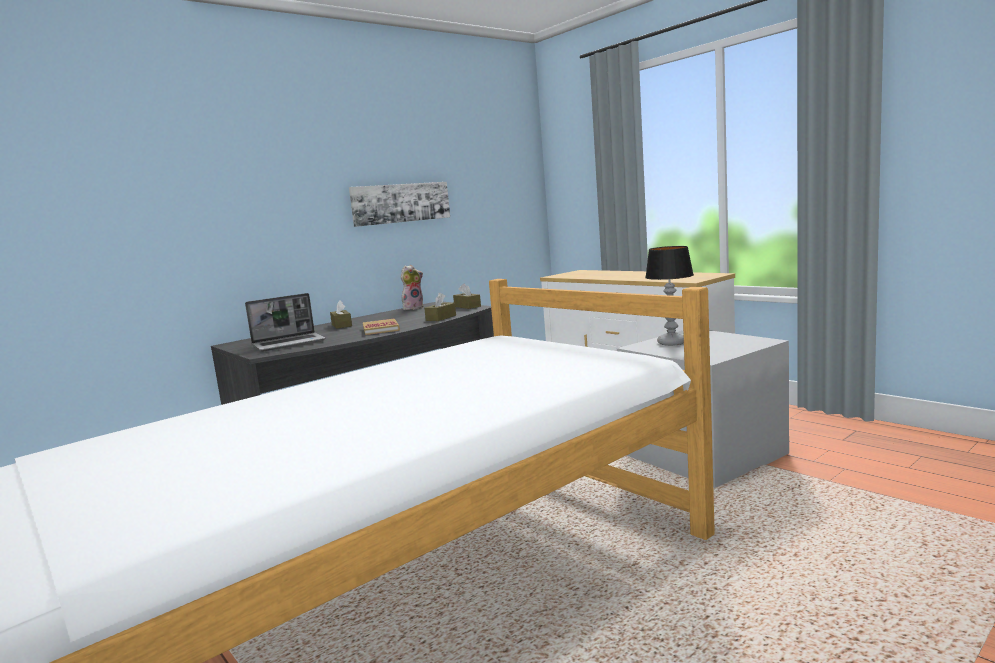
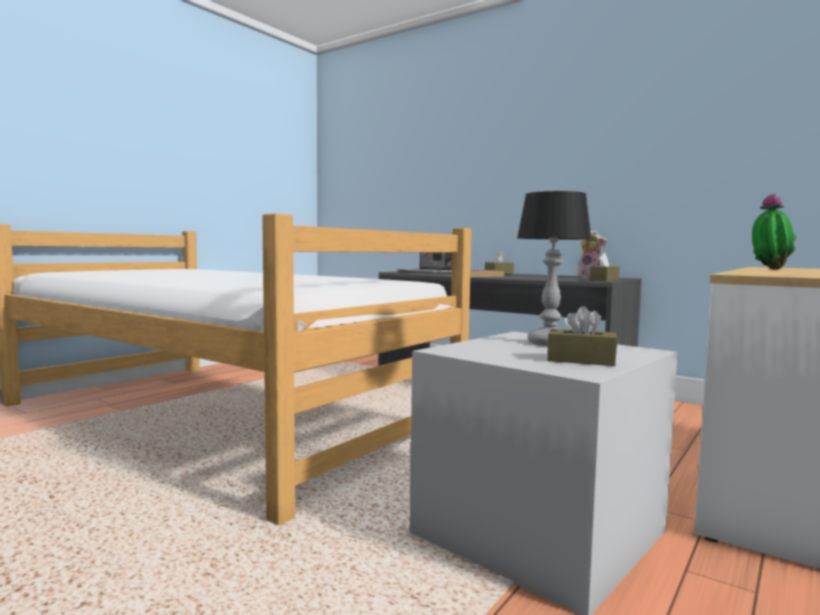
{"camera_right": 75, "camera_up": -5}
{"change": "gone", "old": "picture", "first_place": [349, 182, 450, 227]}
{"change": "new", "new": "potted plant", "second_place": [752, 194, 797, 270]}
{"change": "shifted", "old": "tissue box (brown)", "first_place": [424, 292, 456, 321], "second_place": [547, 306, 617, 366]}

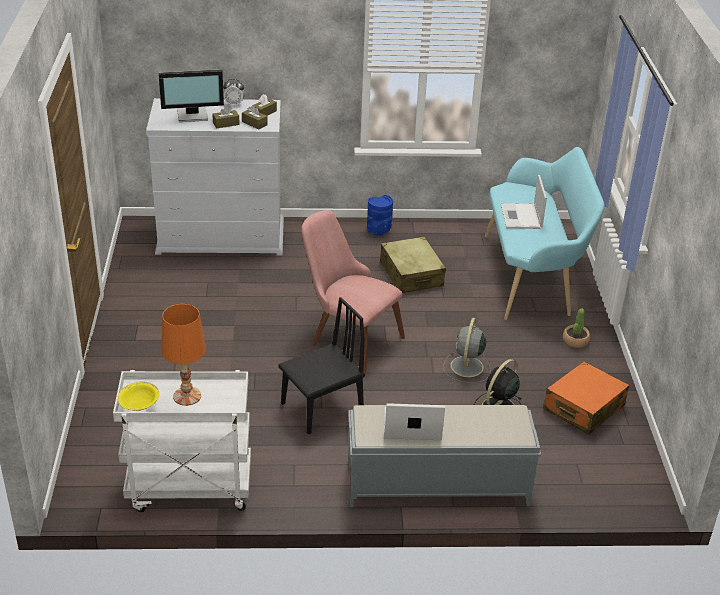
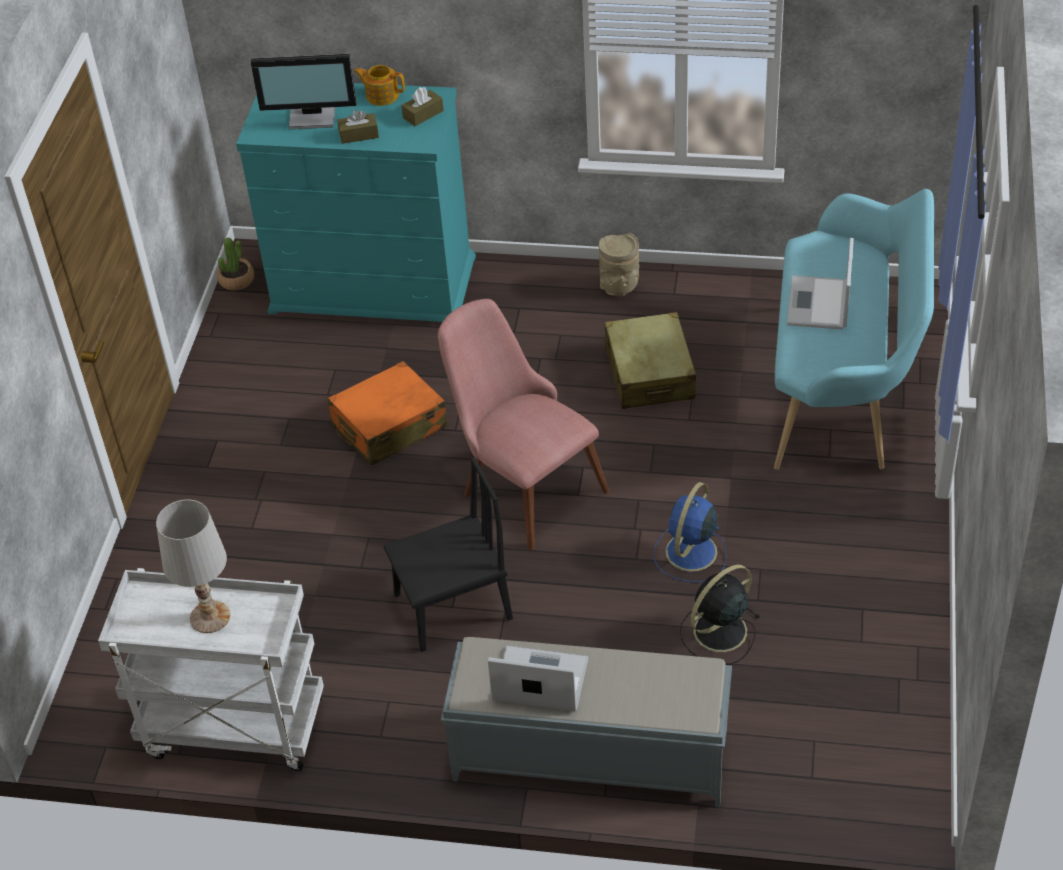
{"camera_right": 15, "camera_up": 10}
{"change": "gone", "old": "bowl (yellow)", "first_place": [118, 382, 159, 411]}
{"change": "gone", "old": "tissue box (brown)", "first_place": [242, 105, 268, 130]}
{"change": "shifted", "old": "suitcase (orange)", "first_place": [543, 361, 629, 434], "second_place": [327, 361, 448, 466]}
{"change": "shifted", "old": "potted plant", "first_place": [563, 308, 590, 348], "second_place": [217, 238, 254, 291]}
{"change": "swapped", "old": "alarm clock", "new": "teapot", "first_place": [223, 79, 245, 107], "second_place": [354, 65, 405, 106]}
{"change": "repainted", "old": "dresser (white)", "new": "dresser (turquoise)", "first_place": [146, 98, 284, 255], "second_place": [236, 83, 476, 322]}
{"change": "repainted", "old": "table lamp (orange)", "new": "table lamp (white)", "first_place": [161, 304, 206, 406], "second_place": [156, 499, 230, 633]}
{"change": "repainted", "old": "vase (blue)", "new": "vase (beige)", "first_place": [367, 195, 393, 236], "second_place": [599, 233, 639, 297]}
{"change": "repainted", "old": "fan (grey)", "new": "fan (blue)", "first_place": [443, 318, 491, 383], "second_place": [653, 482, 727, 583]}

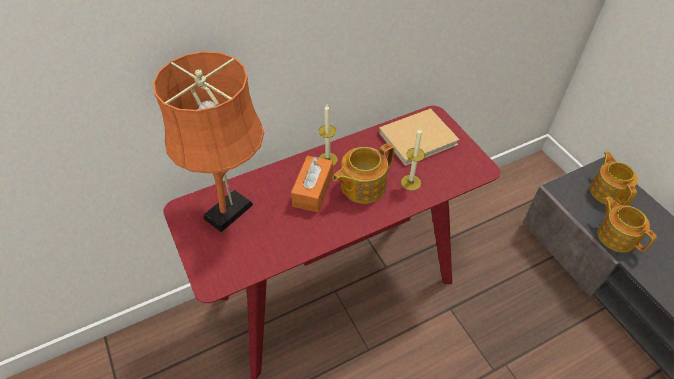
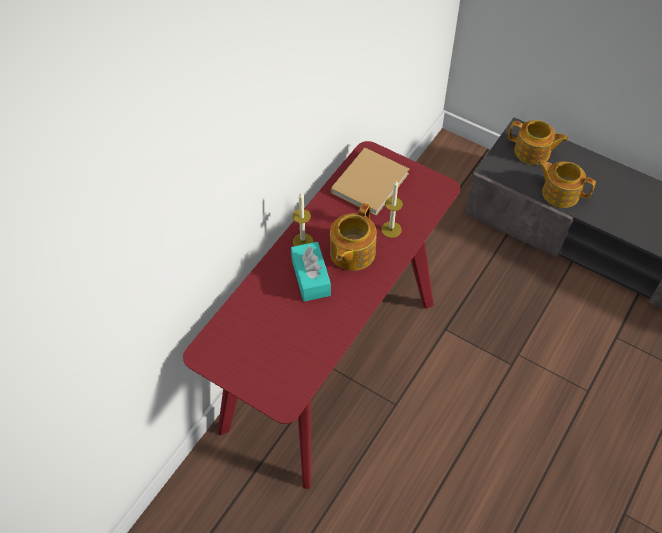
{"camera_right": -30, "camera_up": 5}
{"change": "gone", "old": "table lamp (orange)", "first_place": [153, 51, 264, 233]}
{"change": "repainted", "old": "tissue box (orange)", "new": "tissue box (turquoise)", "first_place": [291, 155, 333, 212], "second_place": [291, 242, 331, 302]}
{"change": "rotated", "old": "teapot", "first_place": [590, 152, 638, 205], "second_place": [508, 120, 568, 165], "degrees": 150}

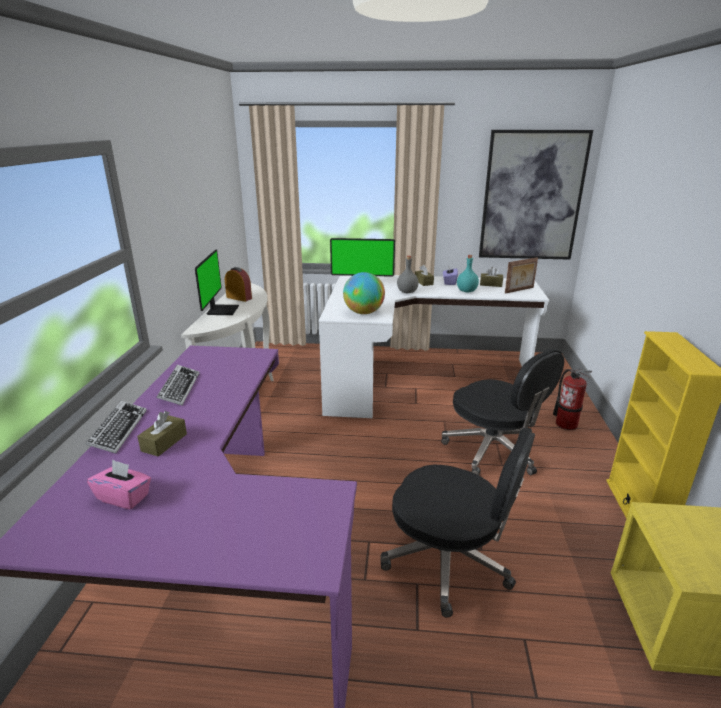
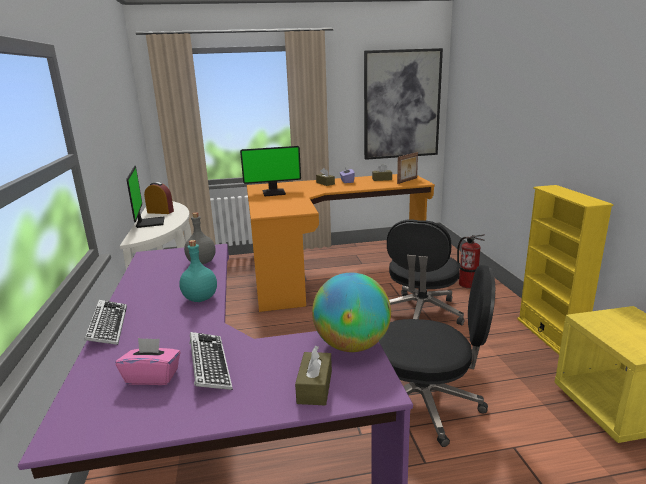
{"camera_right": -15, "camera_up": -5}
{"change": "shifted", "old": "tissue box (brown)", "first_place": [137, 411, 187, 456], "second_place": [295, 346, 332, 406]}
{"change": "shifted", "old": "keyboard", "first_place": [157, 365, 199, 405], "second_place": [189, 332, 233, 390]}
{"change": "shifted", "old": "globe", "first_place": [343, 272, 385, 314], "second_place": [312, 272, 391, 352]}
{"change": "shifted", "old": "bottle (grey)", "first_place": [397, 256, 419, 293], "second_place": [184, 212, 216, 264]}
{"change": "shifted", "old": "bottle (turquoise)", "first_place": [457, 255, 479, 292], "second_place": [179, 240, 217, 302]}
{"change": "repainted", "old": "desk (white)", "new": "desk (orange)", "first_place": [319, 275, 549, 418], "second_place": [247, 174, 435, 312]}
{"change": "rotated", "old": "office chair (black)", "first_place": [441, 349, 564, 475], "second_place": [387, 219, 464, 325], "degrees": 75}

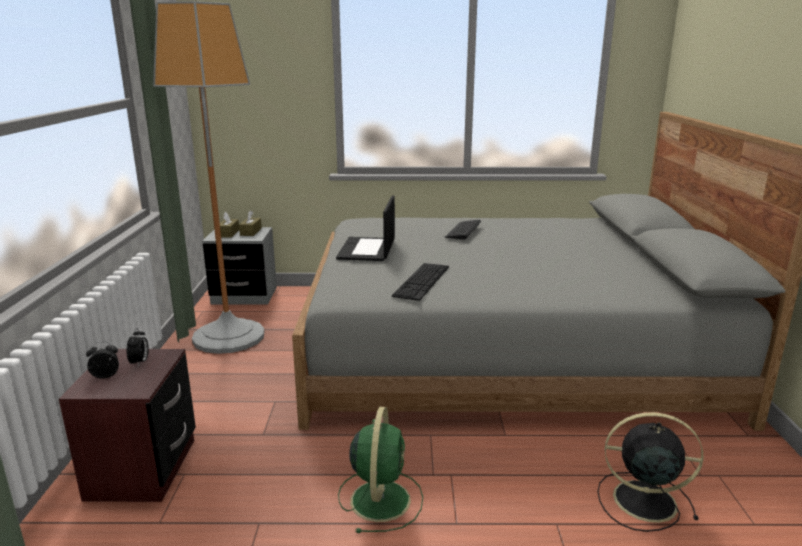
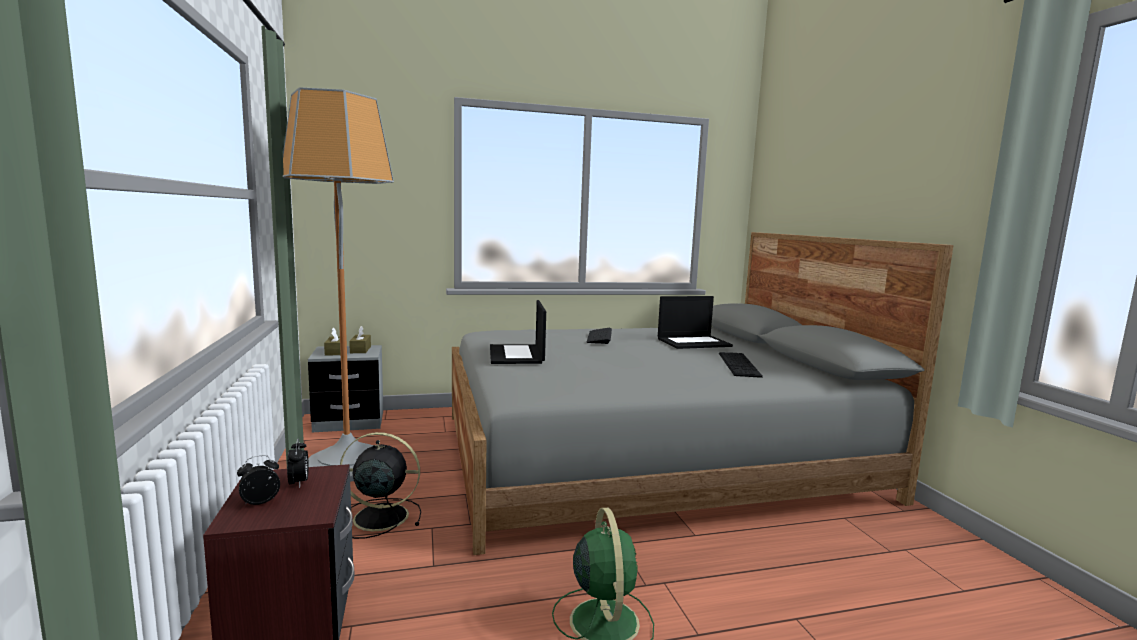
{"camera_right": -15, "camera_up": -10}
{"change": "new", "new": "laptop", "second_place": [658, 296, 733, 349]}
{"change": "shifted", "old": "keyboard", "first_place": [392, 263, 449, 301], "second_place": [719, 352, 763, 378]}
{"change": "shifted", "old": "fan (black)", "first_place": [597, 412, 703, 532], "second_place": [340, 432, 421, 539]}

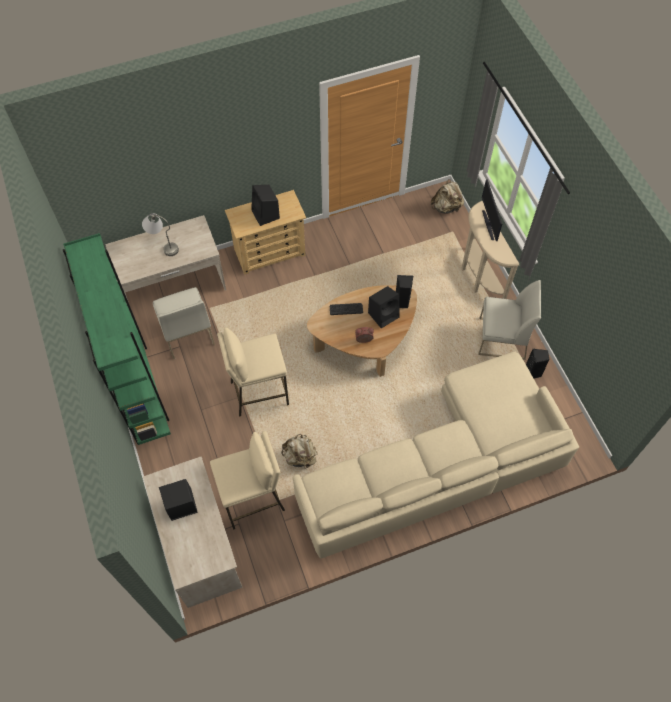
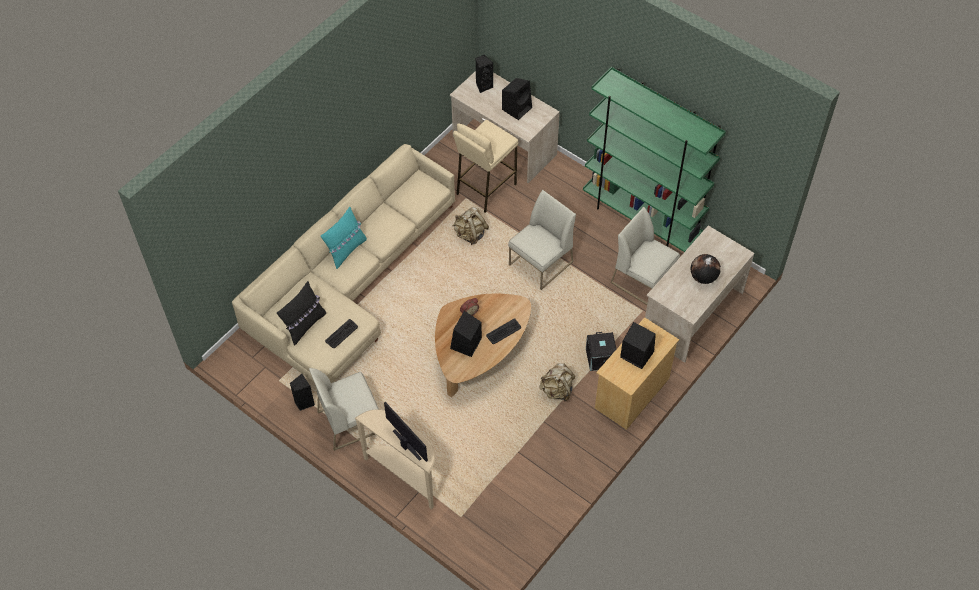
{"camera_right": 150, "camera_up": -5}
{"change": "new", "new": "pillow (black)", "second_place": [277, 281, 326, 346]}
{"change": "new", "new": "pillow (turquoise)", "second_place": [321, 207, 367, 269]}
{"change": "new", "new": "keyboard", "second_place": [325, 319, 358, 348]}
{"change": "new", "new": "storage box (black)", "second_place": [586, 332, 616, 371]}
{"change": "shifted", "old": "speaker (black)", "first_place": [396, 275, 413, 308], "second_place": [476, 55, 494, 93]}
{"change": "shifted", "old": "backpack (beige)", "first_place": [431, 179, 464, 214], "second_place": [539, 363, 575, 401]}
{"change": "swapped", "old": "table lamp (grey)", "new": "globe", "first_place": [142, 213, 179, 256], "second_place": [691, 254, 721, 284]}
{"change": "swapped", "old": "stool (beige)", "new": "chair (white)", "first_place": [217, 327, 289, 417], "second_place": [508, 190, 576, 290]}

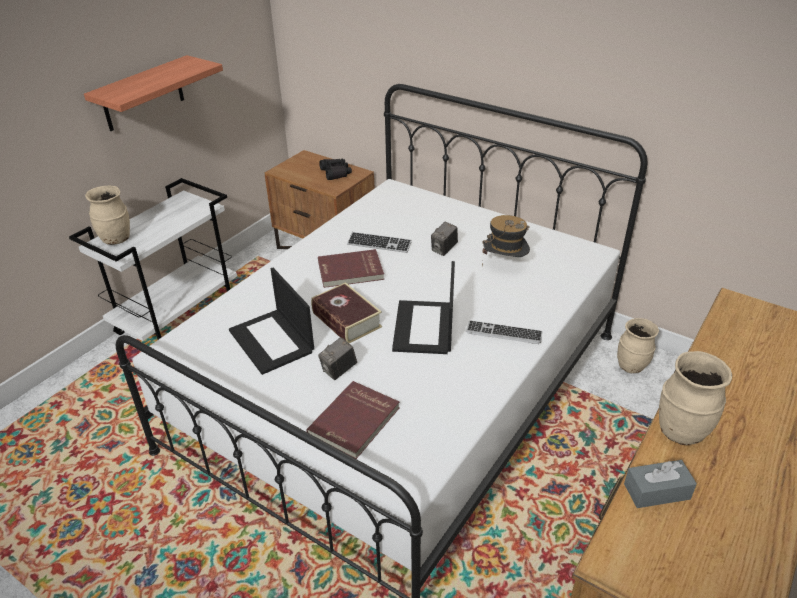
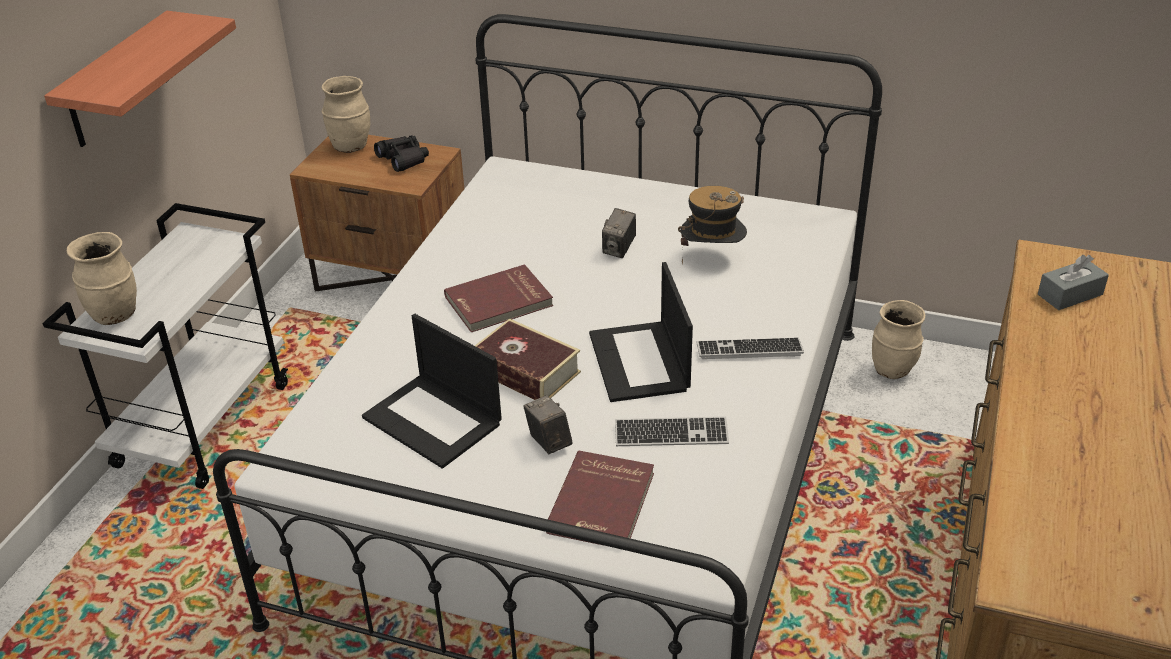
{"camera_right": -15, "camera_up": 0}
{"change": "shifted", "old": "keyboard", "first_place": [347, 232, 412, 253], "second_place": [615, 417, 729, 446]}
{"change": "shifted", "old": "tissue box (grey)", "first_place": [624, 460, 697, 508], "second_place": [1038, 255, 1109, 310]}
{"change": "shifted", "old": "vase (beige)", "first_place": [659, 351, 732, 445], "second_place": [321, 76, 370, 153]}
{"change": "rotated", "old": "photo camera", "first_place": [318, 337, 357, 380], "second_place": [524, 395, 573, 454], "degrees": 120}

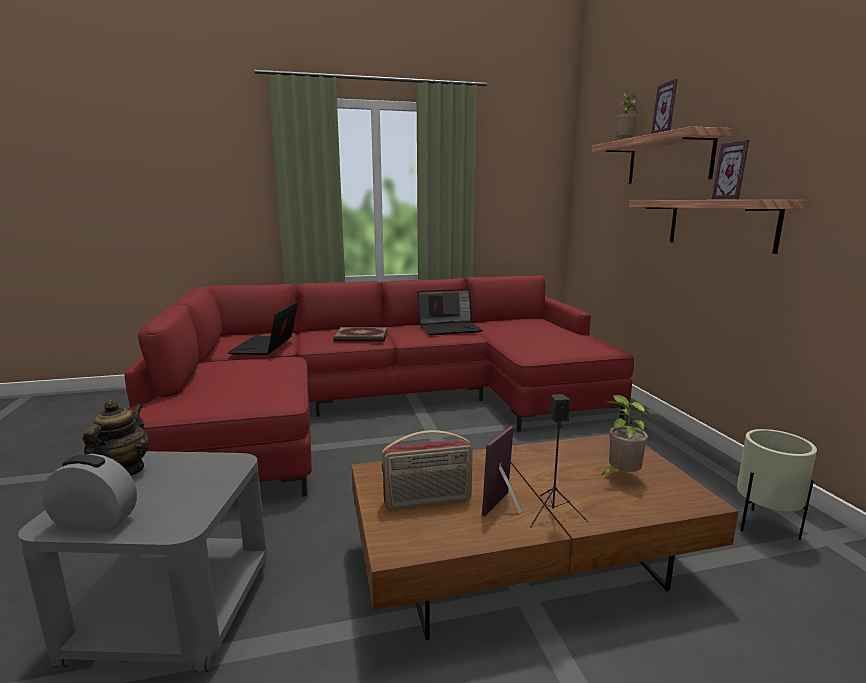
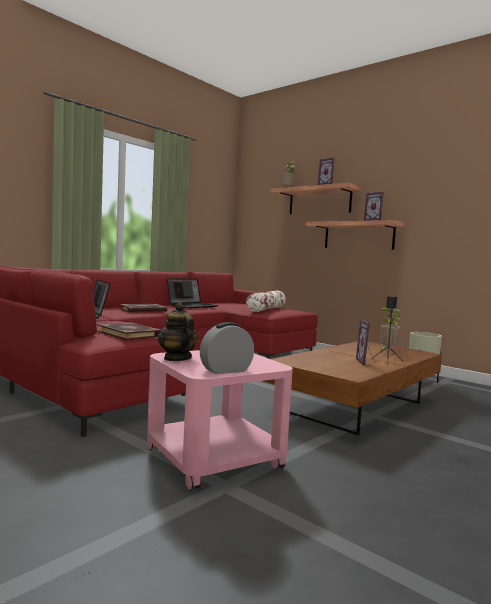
{"camera_right": -35, "camera_up": -10}
{"change": "gone", "old": "radio", "first_place": [381, 430, 473, 509]}
{"change": "new", "new": "book", "second_place": [97, 322, 161, 340]}
{"change": "new", "new": "pillow", "second_place": [246, 290, 286, 312]}
{"change": "repainted", "old": "side table (grey)", "new": "side table (pink)", "first_place": [18, 451, 267, 672], "second_place": [147, 350, 293, 491]}

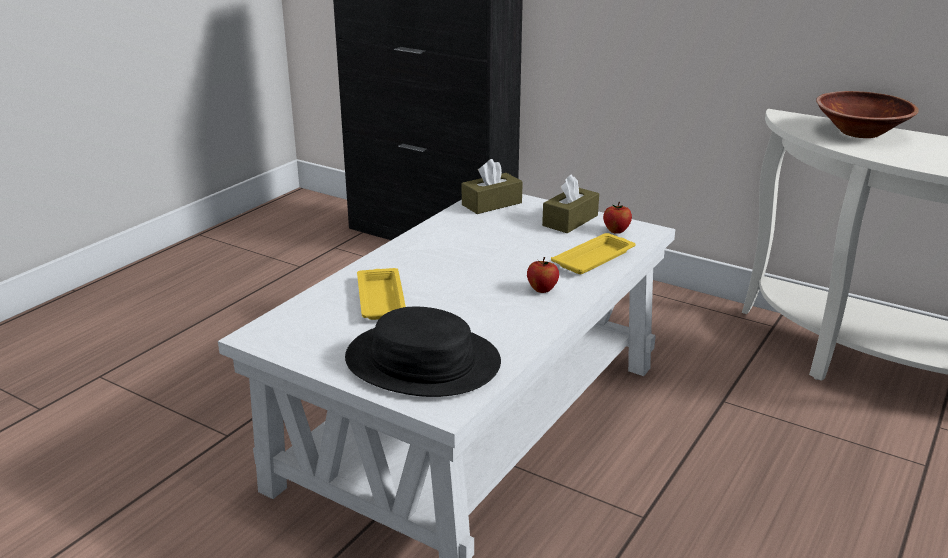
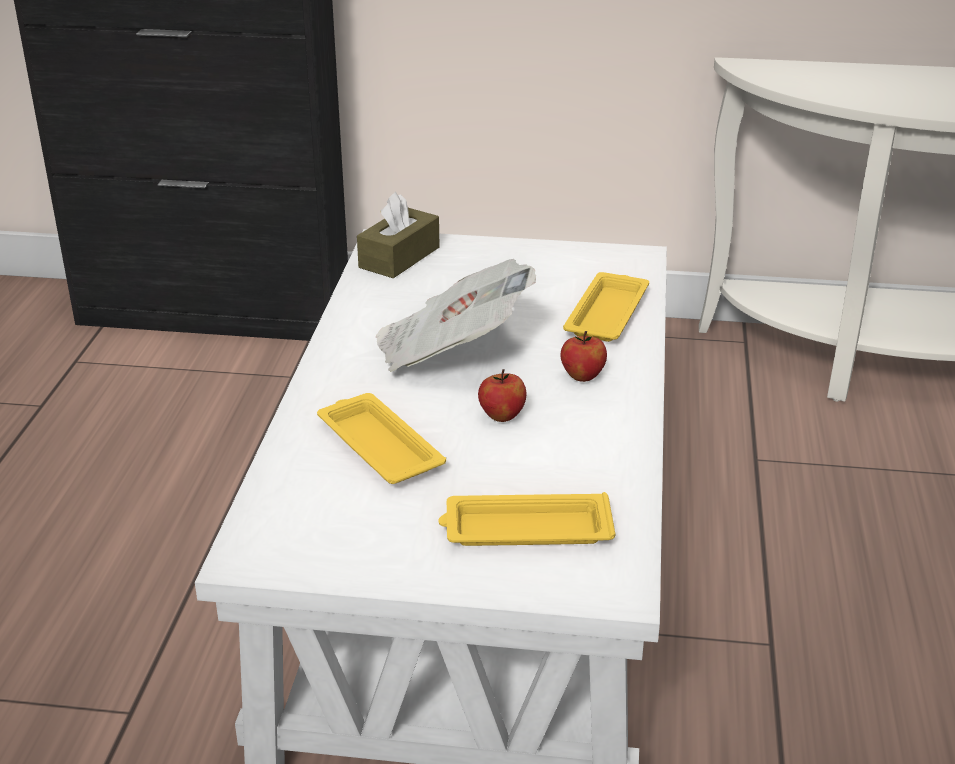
{"camera_right": -25, "camera_up": 5}
{"change": "gone", "old": "tissue box (brown)", "first_place": [542, 174, 599, 233]}
{"change": "gone", "old": "bowl (brown)", "first_place": [816, 91, 919, 138]}
{"change": "new", "new": "newspaper", "second_place": [376, 259, 536, 372]}
{"change": "shifted", "old": "apple", "first_place": [603, 202, 632, 234], "second_place": [478, 369, 526, 422]}
{"change": "swapped", "old": "hat (black)", "new": "tray (yellow)", "first_place": [345, 307, 501, 397], "second_place": [438, 492, 615, 546]}

